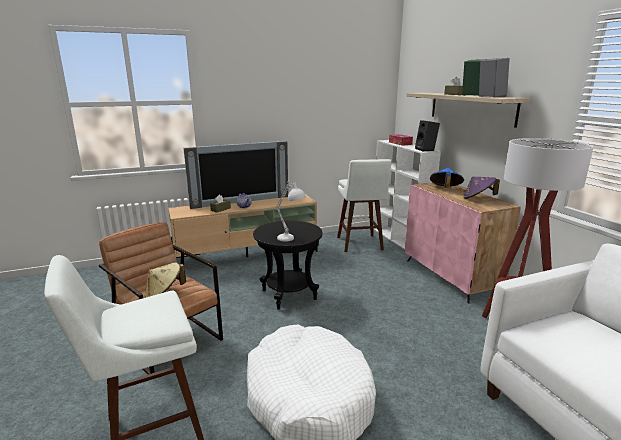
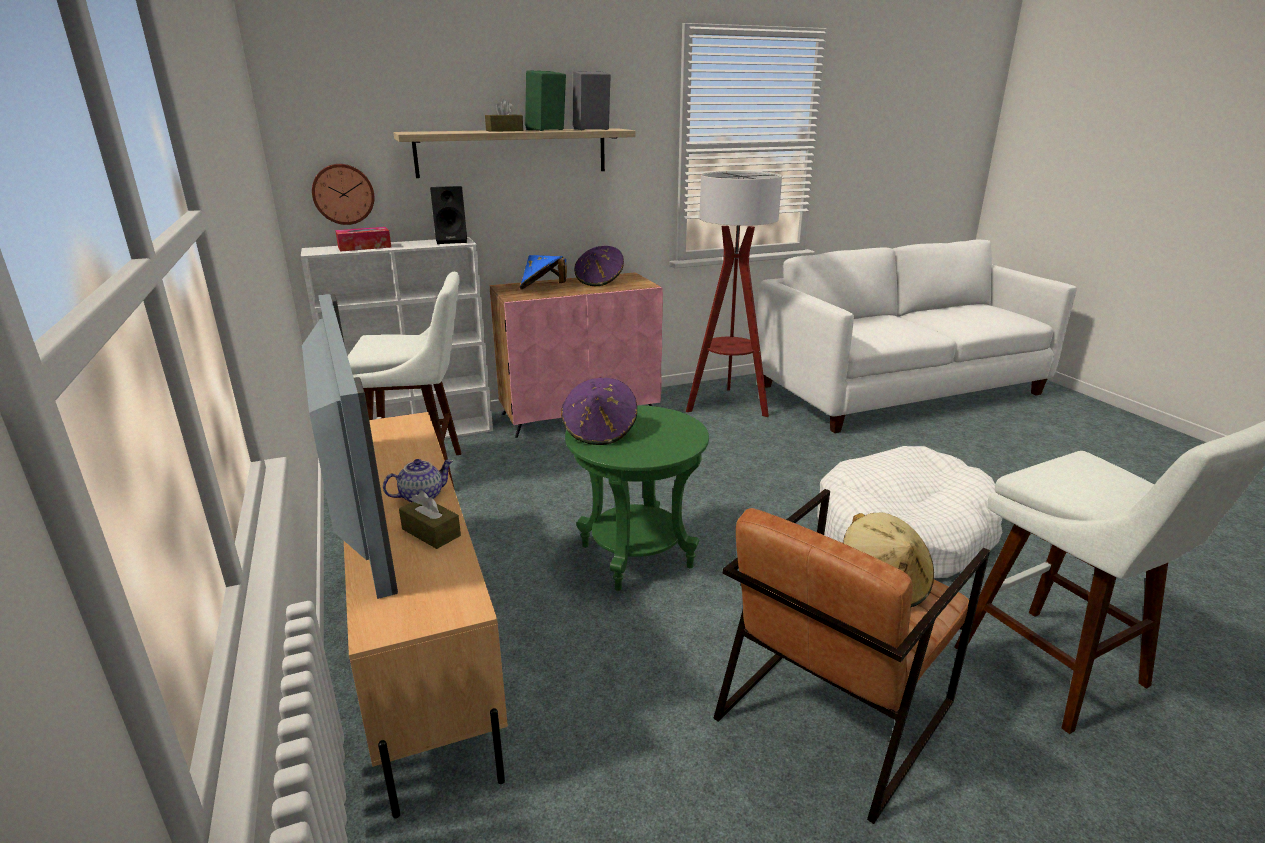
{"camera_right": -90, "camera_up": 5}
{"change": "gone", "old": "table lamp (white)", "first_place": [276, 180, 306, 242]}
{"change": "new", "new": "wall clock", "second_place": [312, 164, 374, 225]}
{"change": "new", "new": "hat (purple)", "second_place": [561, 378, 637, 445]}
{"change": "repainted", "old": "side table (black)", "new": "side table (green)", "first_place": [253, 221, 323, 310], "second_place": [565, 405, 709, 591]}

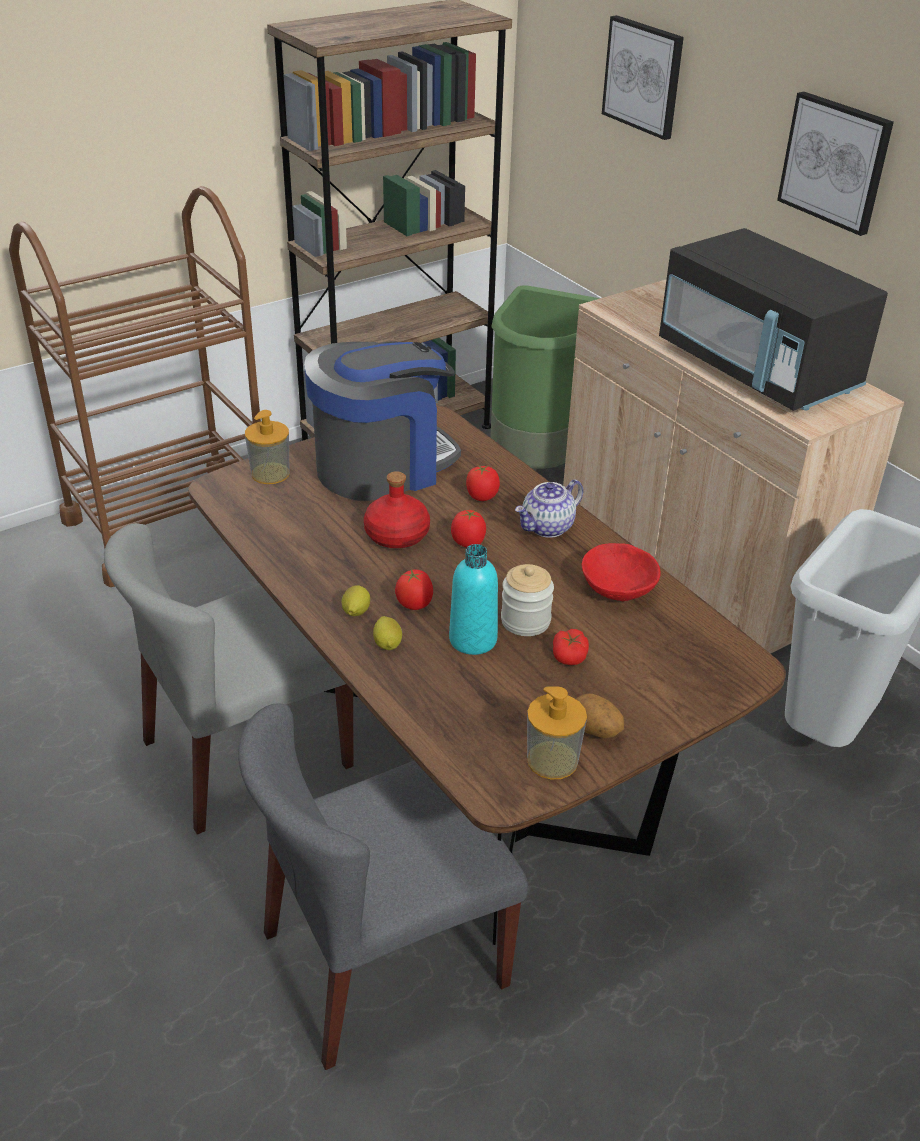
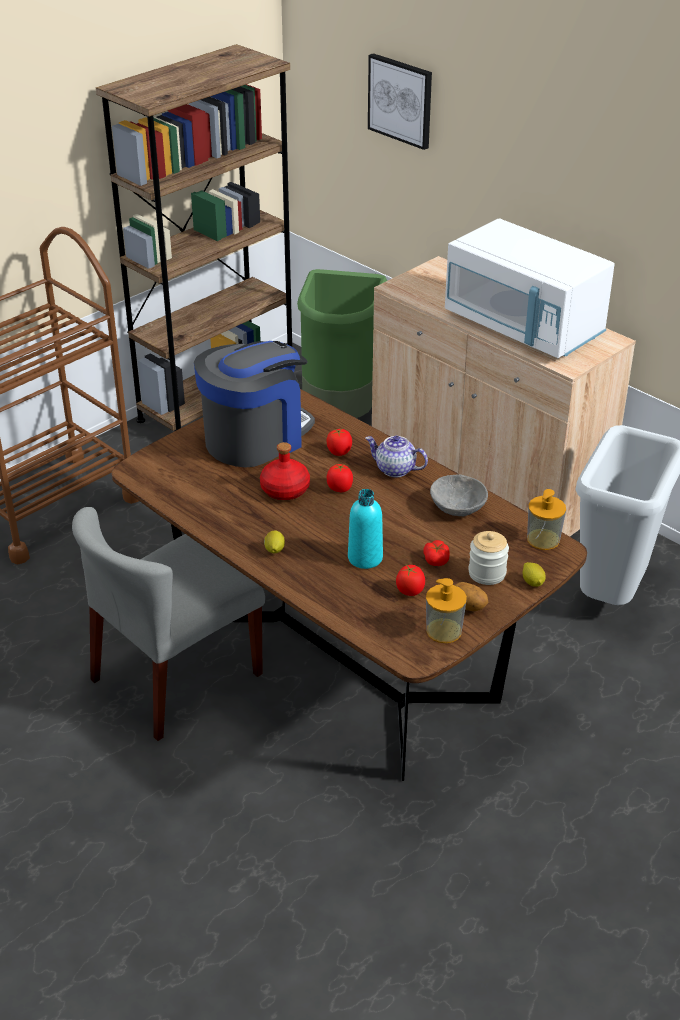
{"camera_right": -10, "camera_up": 0}
{"change": "gone", "old": "chair (grey)", "first_place": [238, 704, 528, 1070]}
{"change": "gone", "old": "picture", "first_place": [777, 92, 894, 236]}
{"change": "shifted", "old": "soap dispenser", "first_place": [245, 410, 290, 484], "second_place": [527, 489, 566, 550]}
{"change": "shifted", "old": "lemon", "first_place": [373, 616, 402, 650], "second_place": [522, 562, 546, 587]}
{"change": "shifted", "old": "tomato", "first_place": [395, 569, 433, 610], "second_place": [396, 565, 425, 596]}
{"change": "shifted", "old": "jar", "first_place": [501, 564, 554, 636], "second_place": [468, 531, 509, 585]}
{"change": "repainted", "old": "bowl (red)", "new": "bowl (grey)", "first_place": [581, 543, 661, 601], "second_place": [430, 474, 488, 516]}
{"change": "repainted", "old": "microwave (black)", "new": "microwave (white)", "first_place": [659, 228, 888, 411], "second_place": [445, 219, 615, 358]}
{"change": "rotated", "old": "teapot", "first_place": [515, 479, 583, 538], "second_place": [365, 436, 428, 477], "degrees": 75}

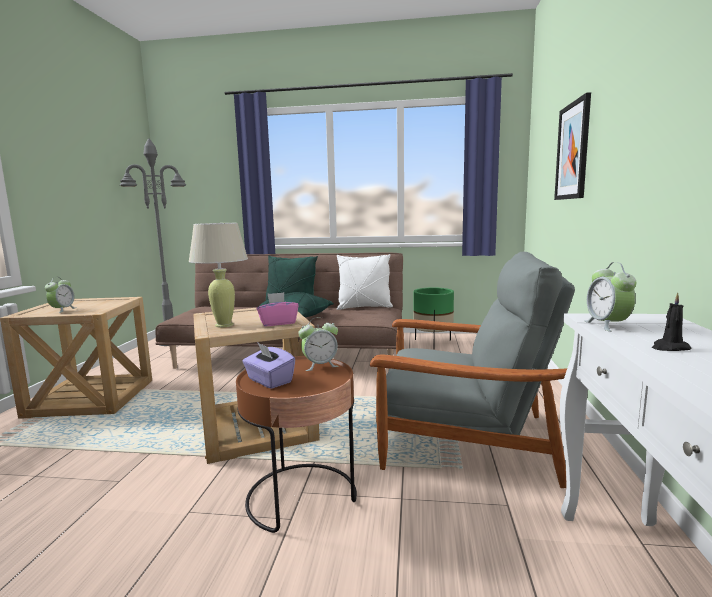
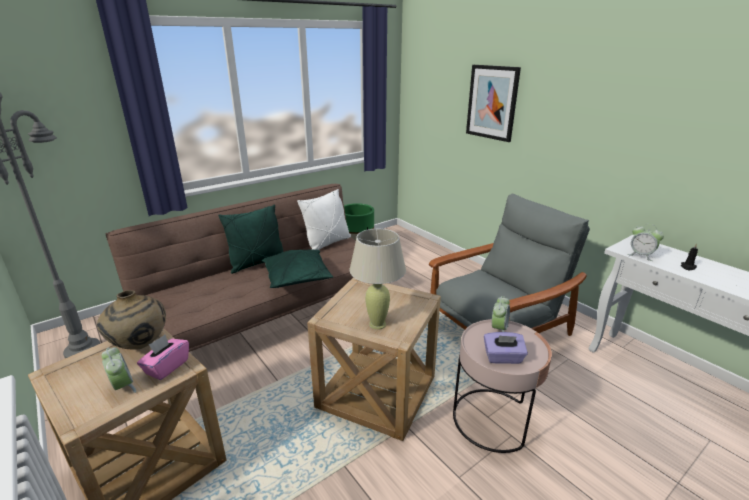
{"camera_right": -45, "camera_up": 15}
{"change": "new", "new": "vase (beige)", "second_place": [97, 290, 166, 350]}
{"change": "shifted", "old": "tissue box (pink)", "first_place": [257, 292, 299, 326], "second_place": [137, 335, 189, 380]}
{"change": "repainted", "old": "side table (brown)", "new": "side table (pink)", "first_place": [236, 356, 357, 533], "second_place": [453, 319, 552, 453]}

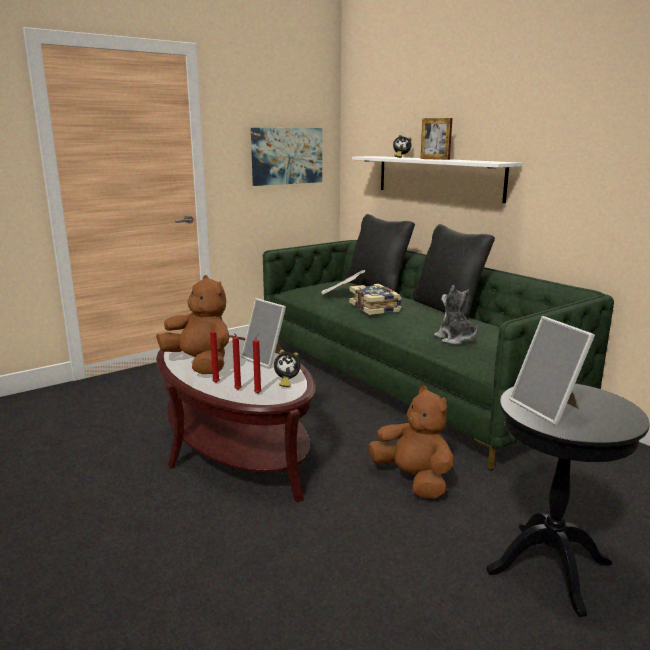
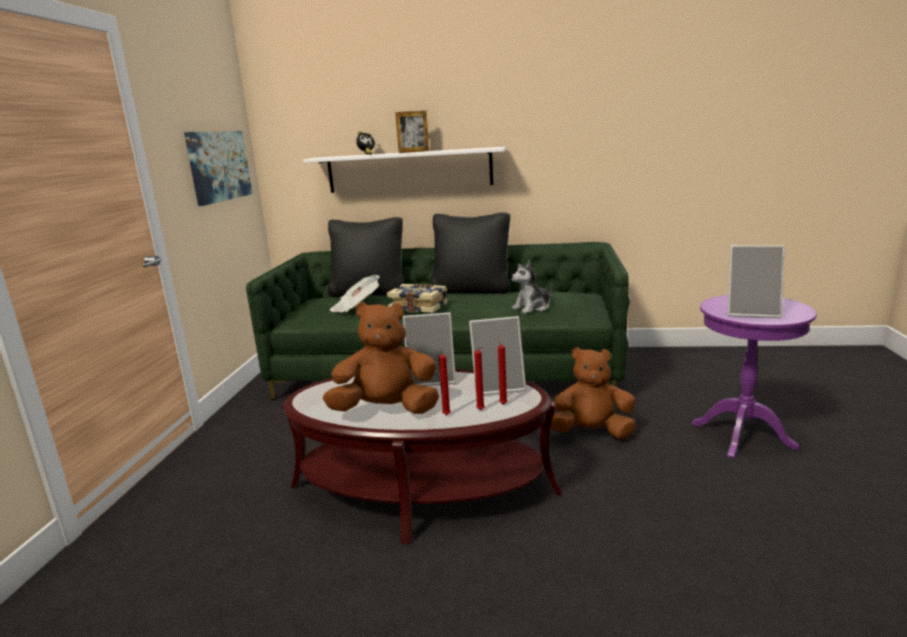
{"camera_right": -45, "camera_up": 0}
{"change": "swapped", "old": "alarm clock", "new": "picture frame", "first_place": [274, 349, 300, 387], "second_place": [469, 316, 526, 395]}
{"change": "repainted", "old": "side table (black)", "new": "side table (purple)", "first_place": [486, 383, 650, 617], "second_place": [691, 295, 816, 459]}
{"change": "rotated", "old": "plush toy", "first_place": [434, 285, 477, 345], "second_place": [511, 260, 553, 314], "degrees": -45}

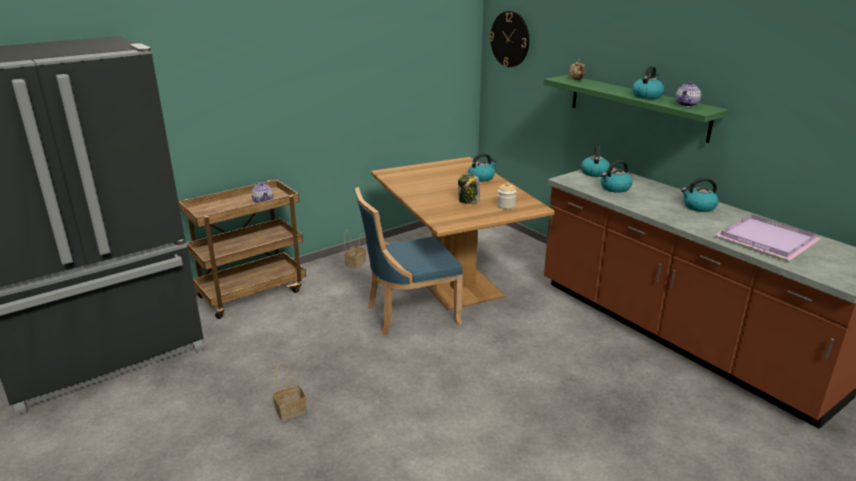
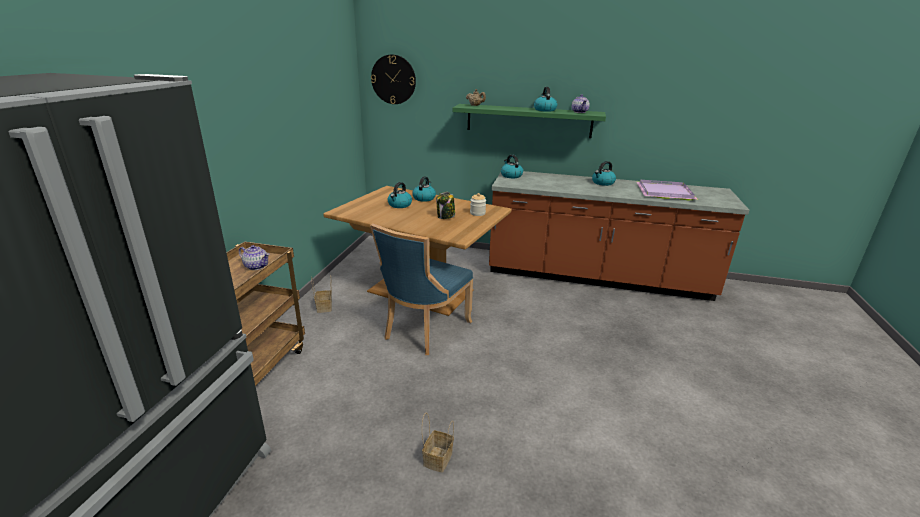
{"camera_right": -40, "camera_up": 0}
{"change": "shifted", "old": "kettle", "first_place": [601, 160, 632, 193], "second_place": [387, 182, 412, 208]}

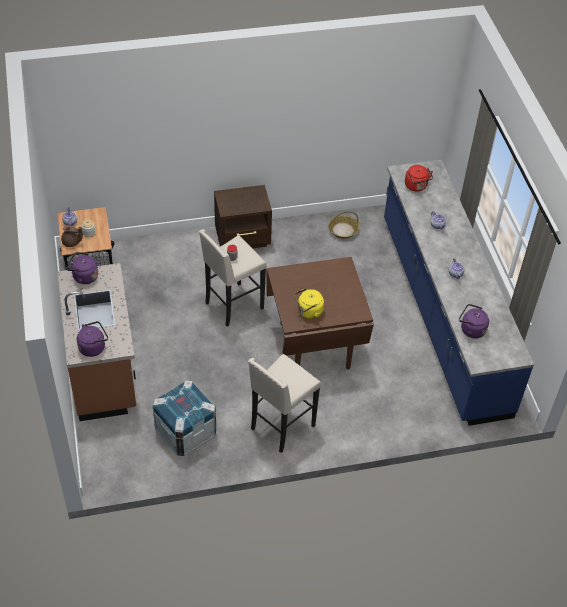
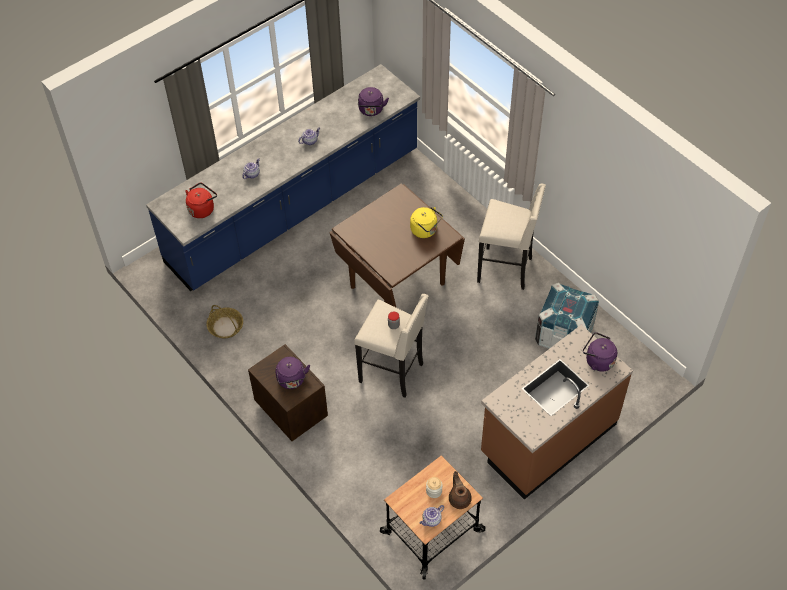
{"camera_right": -115, "camera_up": 5}
{"change": "shifted", "old": "kettle (purple)", "first_place": [66, 252, 98, 284], "second_place": [276, 357, 310, 389]}

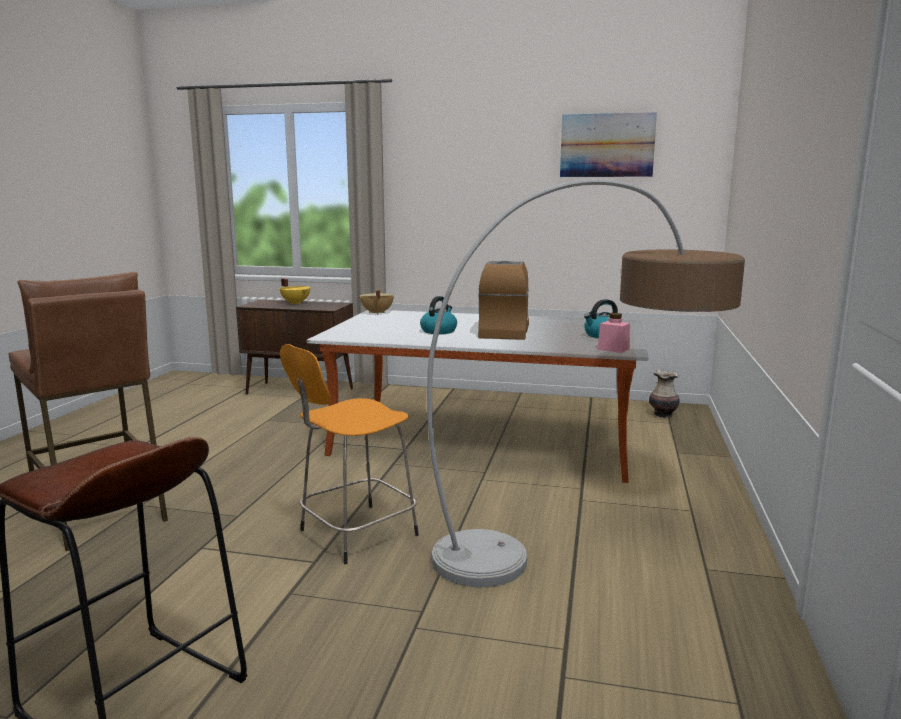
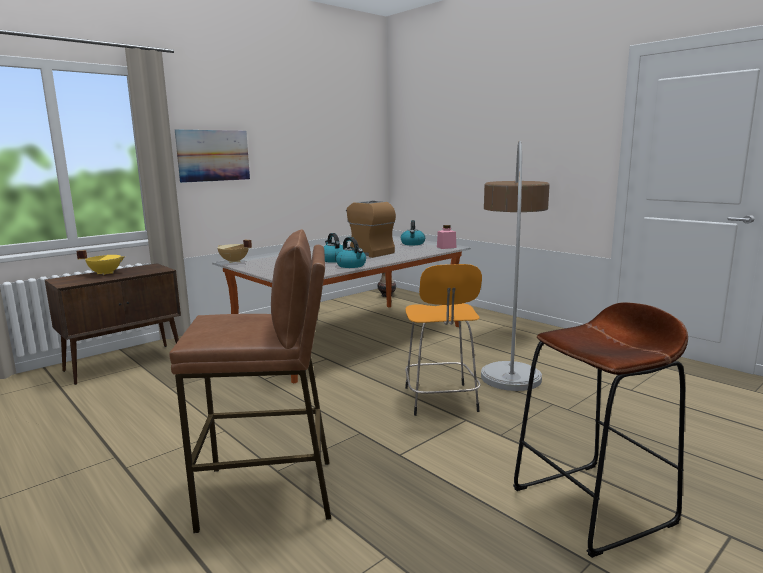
{"camera_right": -55, "camera_up": 0}
{"change": "new", "new": "kettle", "second_place": [336, 237, 366, 268]}
{"change": "shifted", "old": "picture", "first_place": [560, 112, 657, 177], "second_place": [175, 129, 250, 183]}

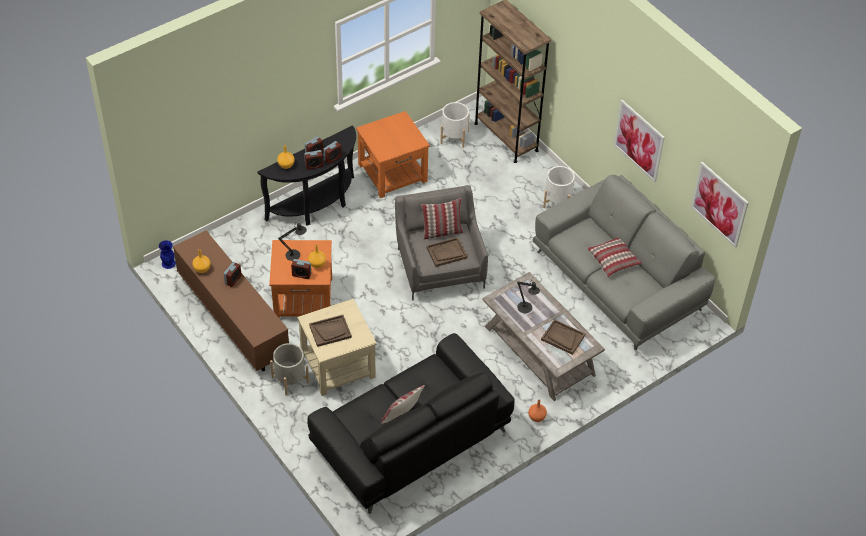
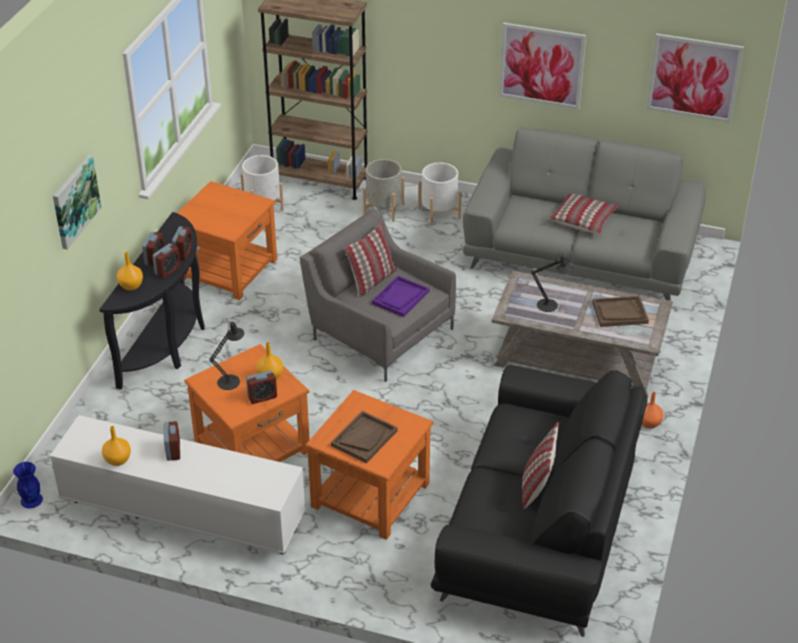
{"camera_right": -35, "camera_up": -10}
{"change": "new", "new": "picture", "second_place": [53, 155, 101, 250]}
{"change": "shifted", "old": "planter (grey)", "first_place": [270, 343, 309, 396], "second_place": [363, 159, 404, 222]}
{"change": "repainted", "old": "tv stand (brown)", "new": "tv stand (white)", "first_place": [173, 230, 289, 371], "second_place": [50, 415, 306, 555]}
{"change": "repainted", "old": "side table (beige)", "new": "side table (orange)", "first_place": [297, 299, 377, 396], "second_place": [305, 390, 434, 540]}
{"change": "repainted", "old": "tray (brown)", "new": "tray (purple)", "first_place": [426, 237, 467, 267], "second_place": [372, 276, 429, 317]}

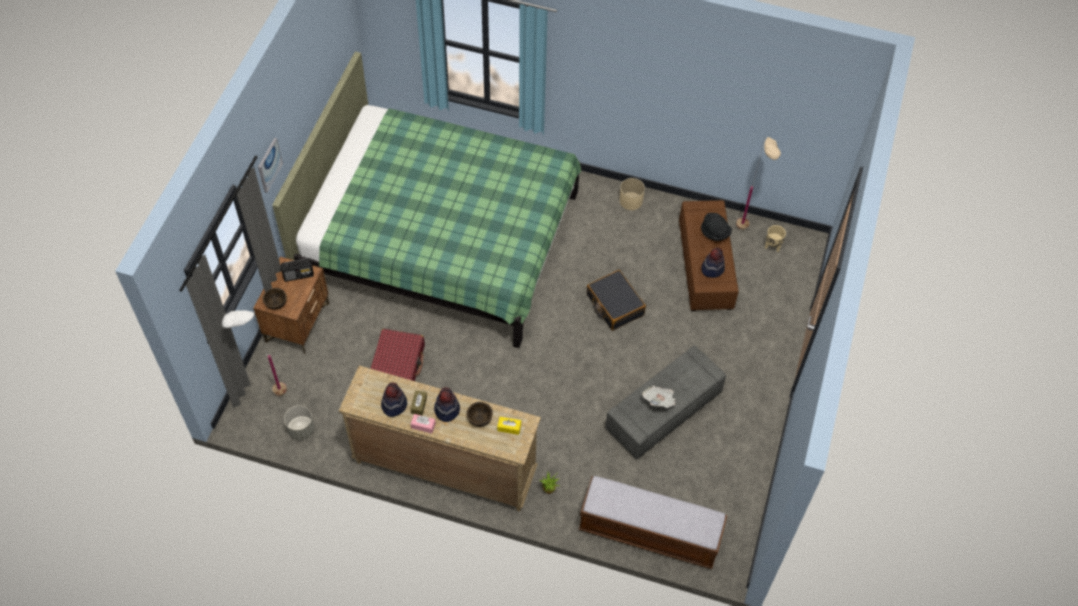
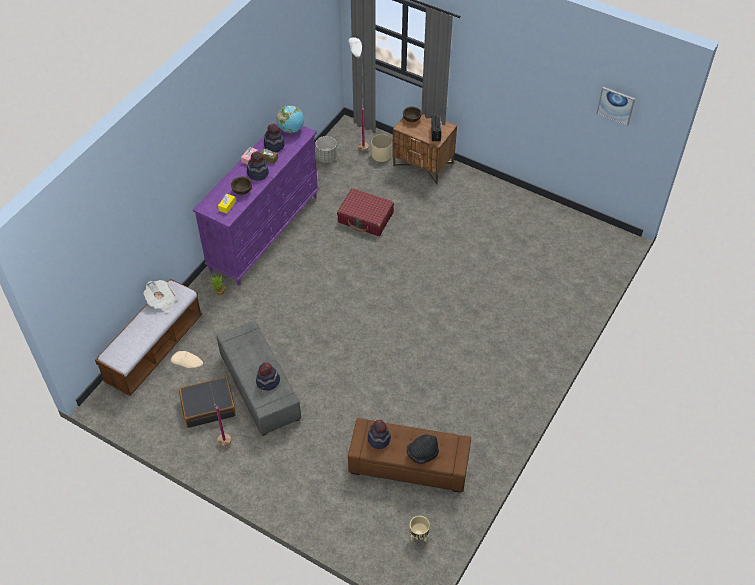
{"camera_right": 105, "camera_up": -5}
{"change": "gone", "old": "bed (green)", "first_place": [272, 51, 581, 348]}
{"change": "new", "new": "hat", "second_place": [256, 362, 280, 391]}
{"change": "new", "new": "globe", "second_place": [277, 106, 304, 133]}
{"change": "shifted", "old": "picture", "first_place": [258, 138, 283, 193], "second_place": [596, 87, 635, 126]}
{"change": "shifted", "old": "suitcase (black)", "first_place": [587, 270, 646, 331], "second_place": [179, 377, 236, 428]}
{"change": "shifted", "old": "planter (beige)", "first_place": [620, 178, 645, 210], "second_place": [371, 134, 392, 162]}
{"change": "shifted", "old": "newspaper", "first_place": [642, 386, 676, 408], "second_place": [143, 280, 177, 313]}
{"change": "shifted", "old": "floor lamp (beige)", "first_place": [736, 137, 781, 230], "second_place": [171, 351, 231, 447]}
{"change": "repainted", "old": "dresser (beige)", "new": "dresser (purple)", "first_place": [339, 366, 541, 511], "second_place": [193, 122, 319, 285]}

